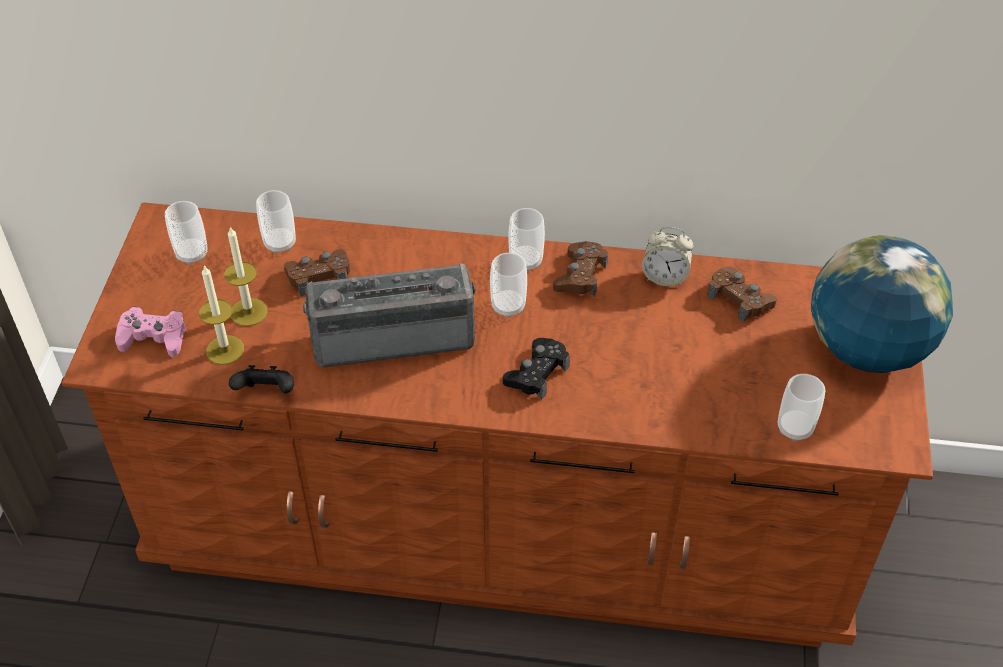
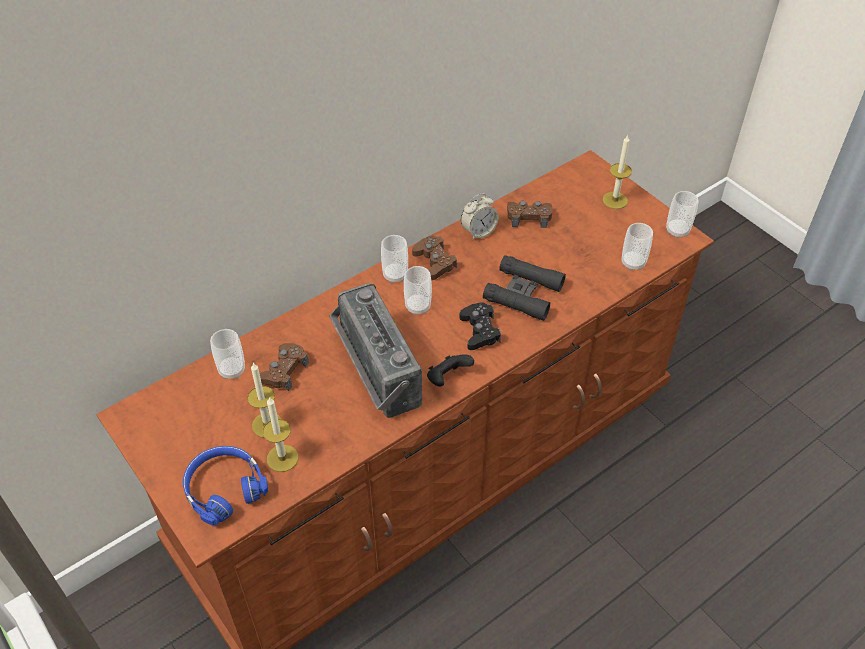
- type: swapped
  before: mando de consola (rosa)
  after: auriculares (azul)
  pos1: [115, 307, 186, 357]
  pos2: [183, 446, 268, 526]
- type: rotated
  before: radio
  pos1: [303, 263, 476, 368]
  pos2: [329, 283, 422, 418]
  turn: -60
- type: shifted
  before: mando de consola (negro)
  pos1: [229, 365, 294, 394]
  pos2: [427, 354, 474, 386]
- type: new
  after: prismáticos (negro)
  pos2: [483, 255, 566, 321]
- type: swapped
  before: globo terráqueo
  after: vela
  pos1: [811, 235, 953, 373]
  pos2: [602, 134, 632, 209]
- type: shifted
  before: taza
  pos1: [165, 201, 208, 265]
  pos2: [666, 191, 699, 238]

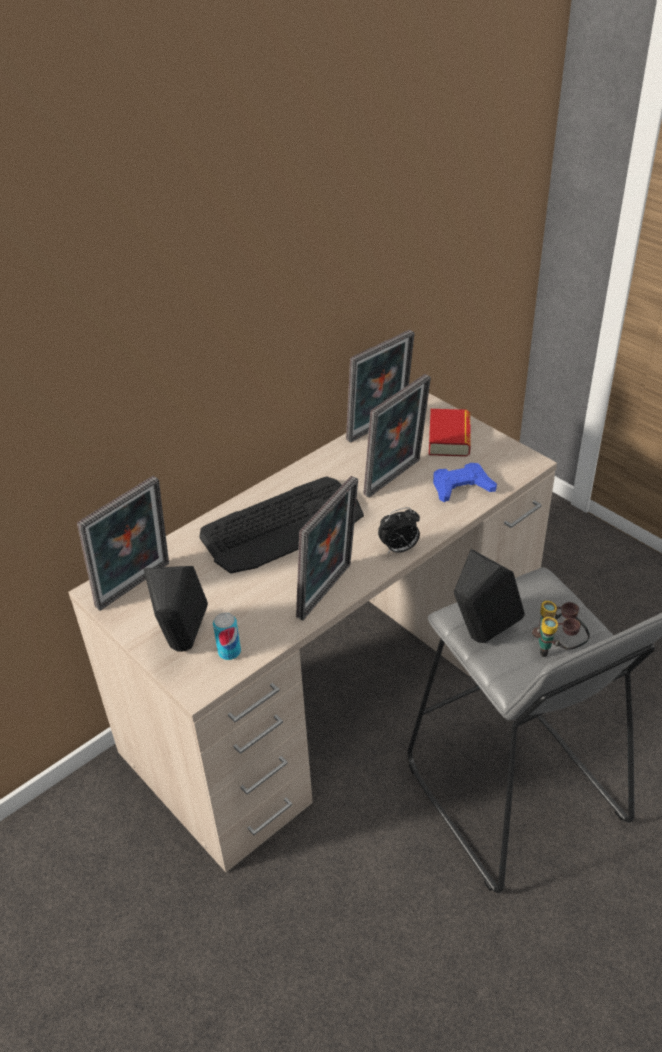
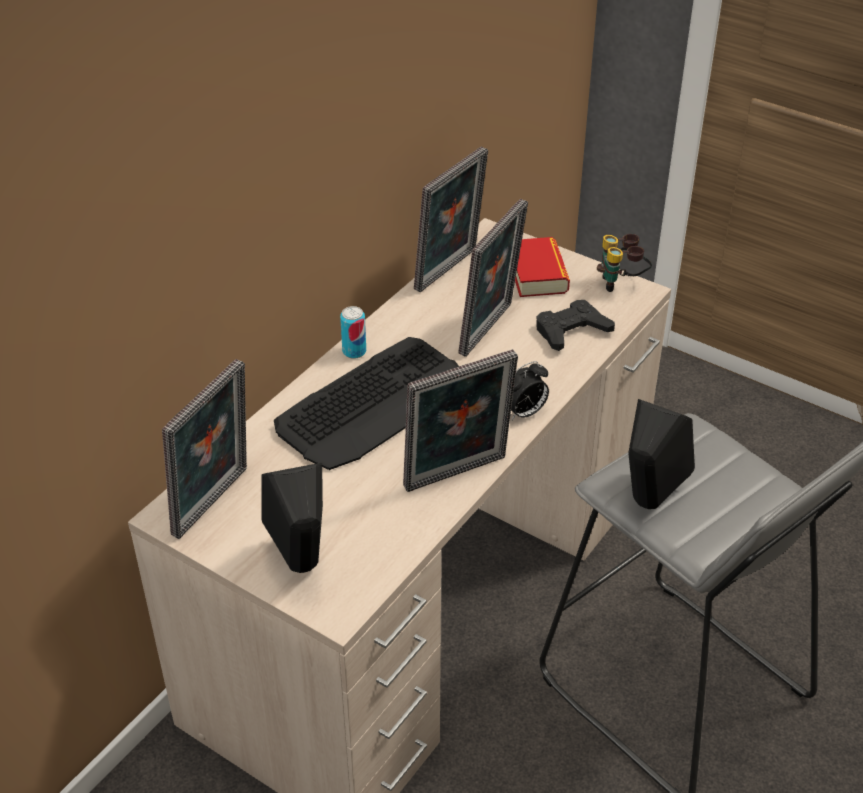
- type: shifted
  before: lata
  pos1: [213, 612, 241, 660]
  pos2: [340, 306, 366, 359]
- type: rotated
  before: portarretratos
  pos1: [296, 476, 358, 620]
  pos2: [403, 349, 518, 492]
  turn: 45
- type: repainted
  before: mando de consola (azul)
  after: mando de consola (negro)
  pos1: [433, 463, 497, 502]
  pos2: [536, 300, 615, 351]
- type: shifted
  before: prismáticos
  pos1: [532, 601, 590, 657]
  pos2: [597, 234, 652, 292]

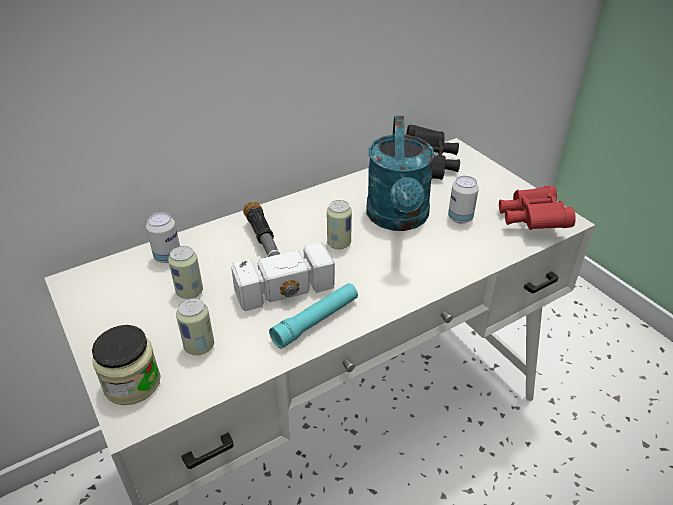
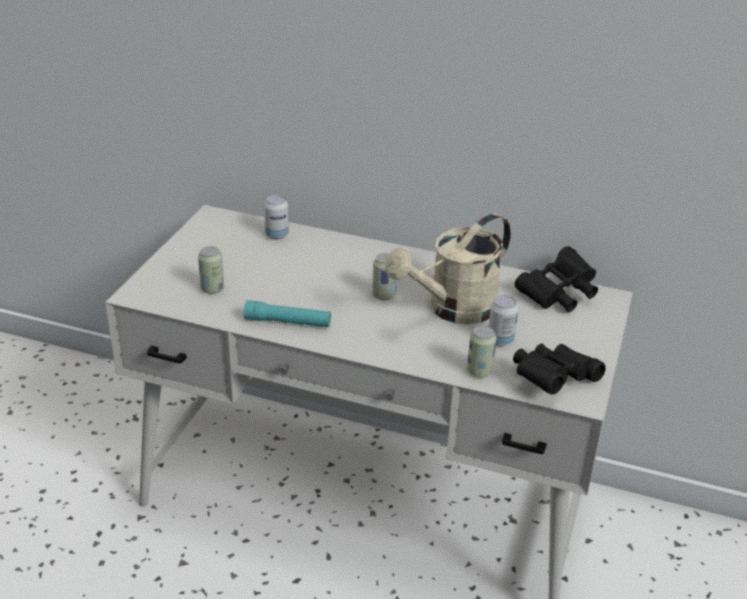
- type: repainted
  before: regadera (turquesa)
  after: regadera (beis)
  pos1: [367, 116, 435, 231]
  pos2: [385, 214, 511, 324]
- type: shifted
  before: lata
  pos1: [168, 246, 203, 299]
  pos2: [467, 326, 497, 378]
- type: repainted
  before: prismáticos (rojo)
  after: prismáticos (negro)
  pos1: [499, 186, 576, 230]
  pos2: [513, 344, 606, 395]
- type: gone
  before: tarro
  pos1: [92, 325, 161, 405]
- type: gone
  before: martillo
  pos1: [231, 202, 335, 311]

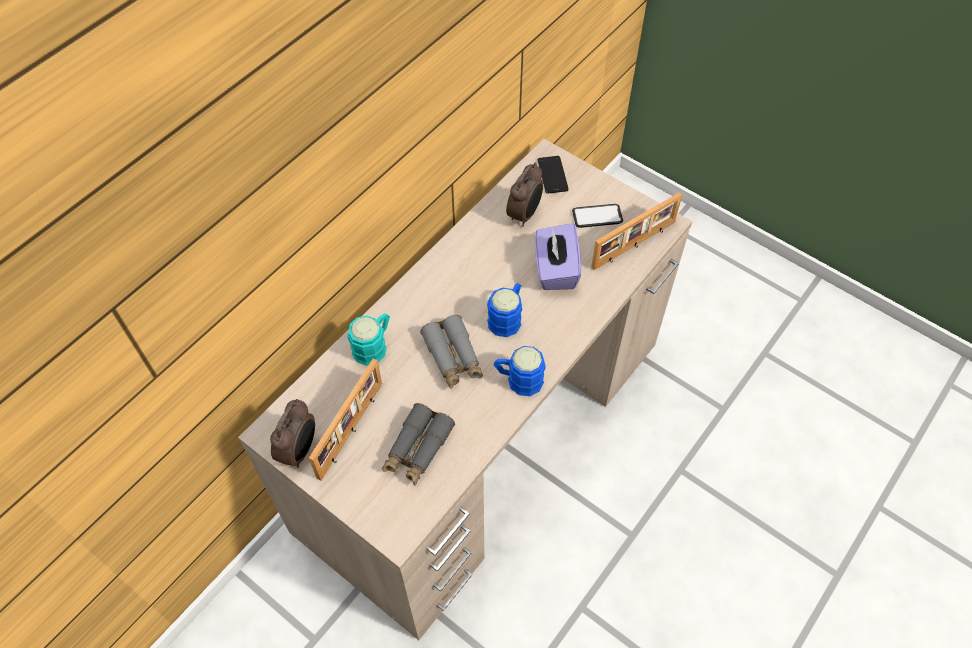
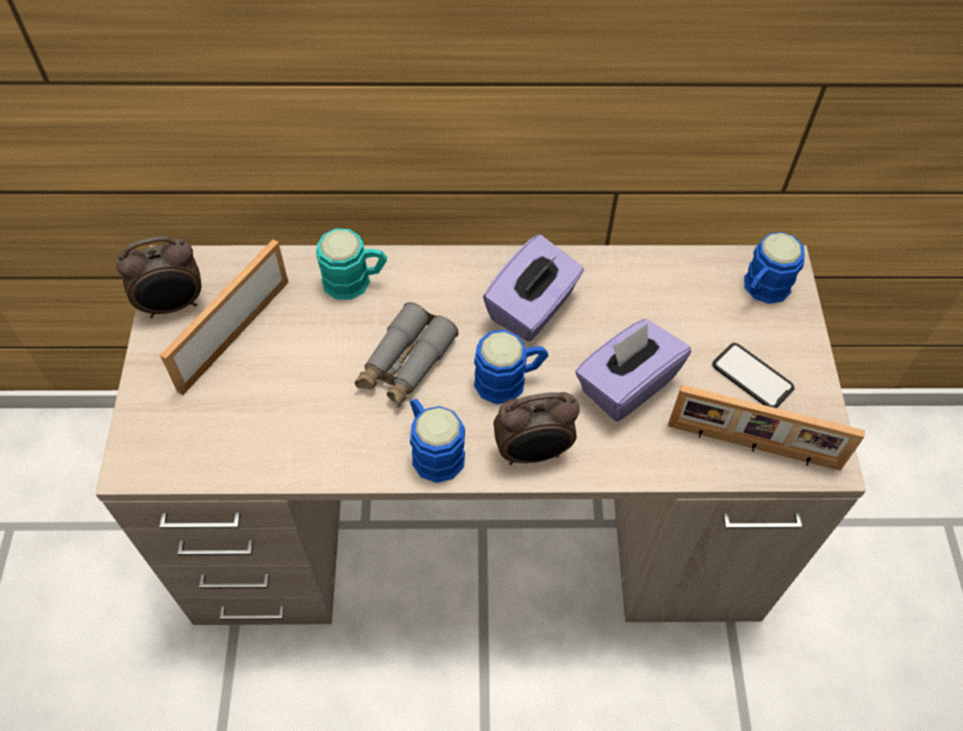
- type: rotated
  before: portarretratos
  pos1: [309, 358, 382, 481]
  pos2: [160, 239, 289, 395]
  turn: 135
- type: new
  after: caja de pañuelos (morado)
  pos2: [483, 234, 584, 341]
- type: shifted
  before: despertador
  pos1: [506, 162, 543, 227]
  pos2: [493, 392, 580, 465]
- type: swapped
  before: móvil
  after: taza grande (azul)
  pos1: [538, 156, 569, 194]
  pos2: [744, 232, 805, 304]
- type: gone
  before: prismáticos (gris)
  pos1: [382, 403, 455, 486]

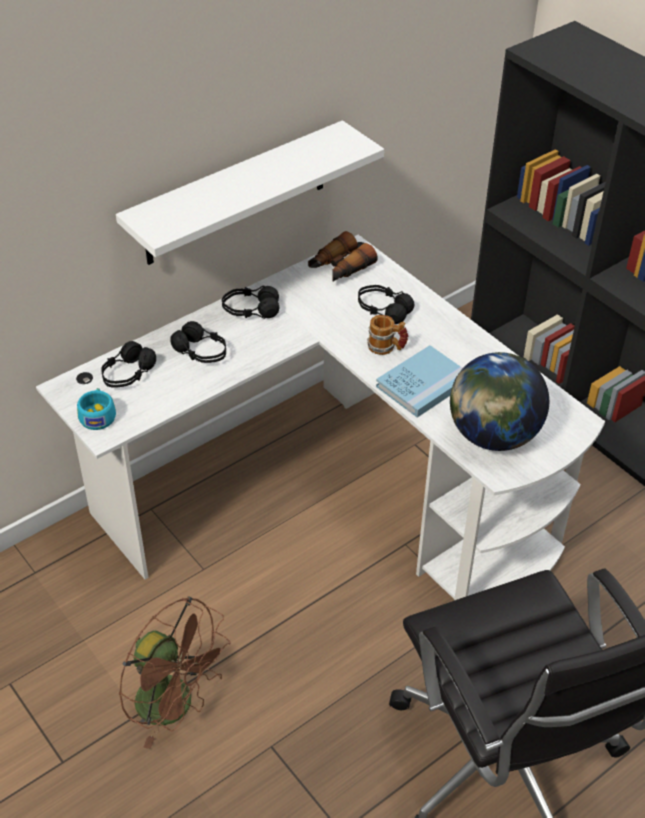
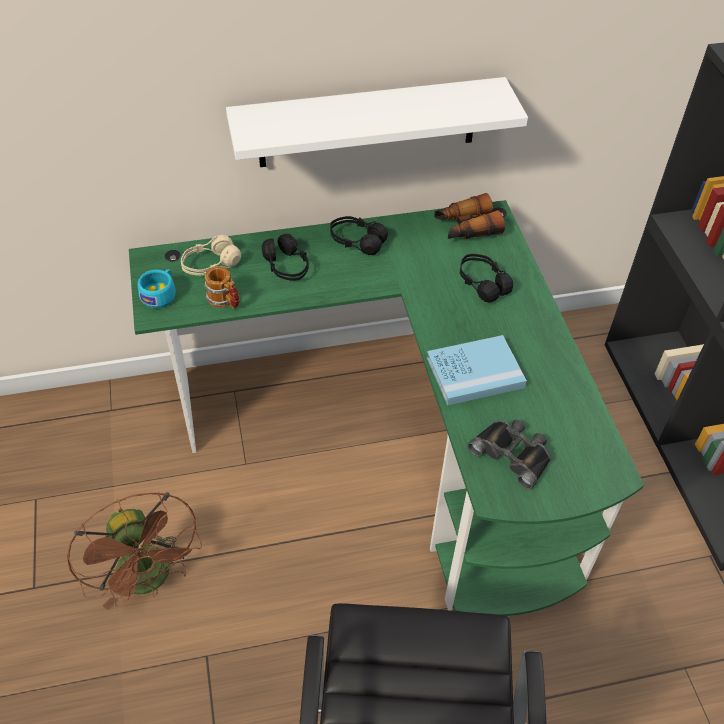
- type: repainted
  before: escritorio (blanco)
  after: escritorio (verde)
  pos1: [36, 234, 605, 600]
  pos2: [129, 200, 644, 616]
- type: repainted
  before: auriculares (negro)
  after: auriculares (beis)
  pos1: [101, 341, 156, 388]
  pos2: [181, 235, 241, 276]
- type: shifted
  before: taza grande
  pos1: [367, 315, 408, 355]
  pos2: [204, 266, 240, 309]
- type: swapped
  before: globo terráqueo
  after: prismáticos (negro)
  pos1: [450, 352, 549, 451]
  pos2: [467, 420, 551, 490]

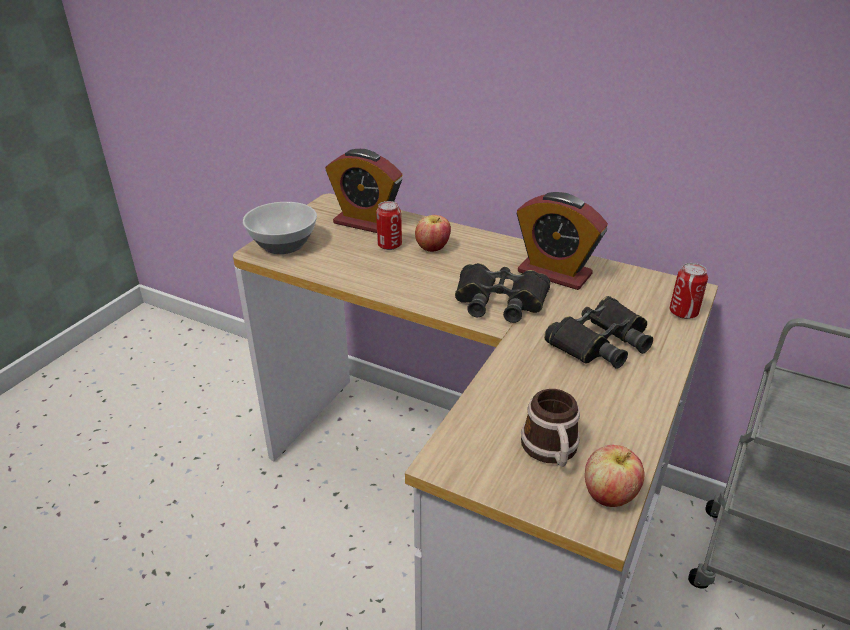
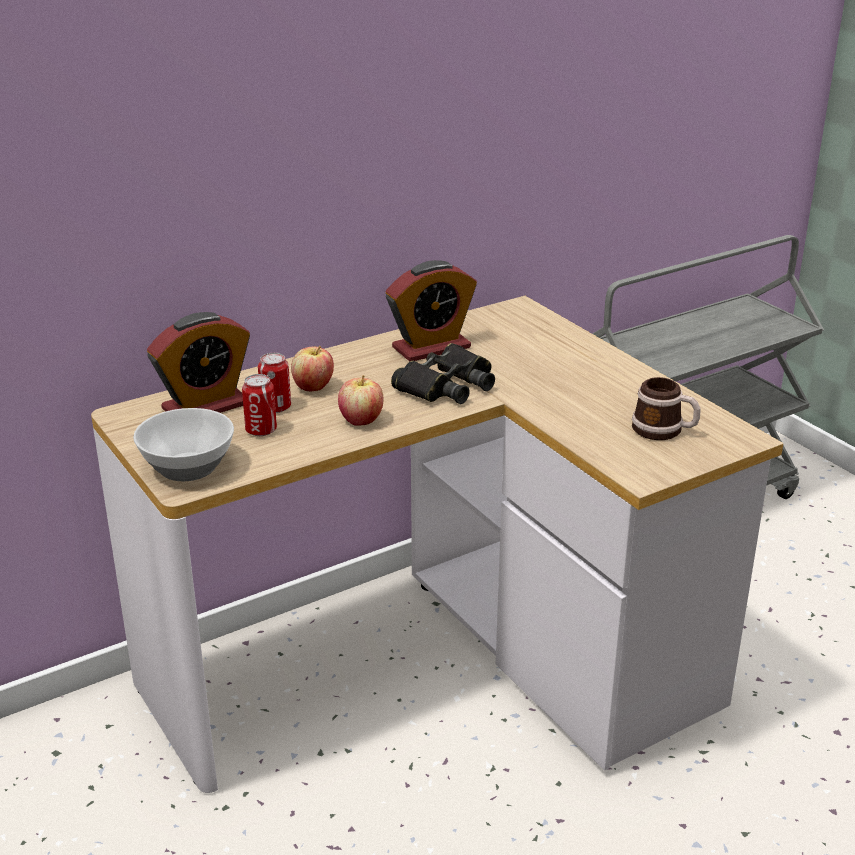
- type: shifted
  before: lata
  pos1: [669, 263, 708, 319]
  pos2: [242, 374, 277, 436]
- type: shifted
  before: manzana
  pos1: [585, 445, 644, 507]
  pos2: [338, 375, 384, 426]
- type: gone
  before: prismáticos (negro)
  pos1: [544, 296, 653, 369]

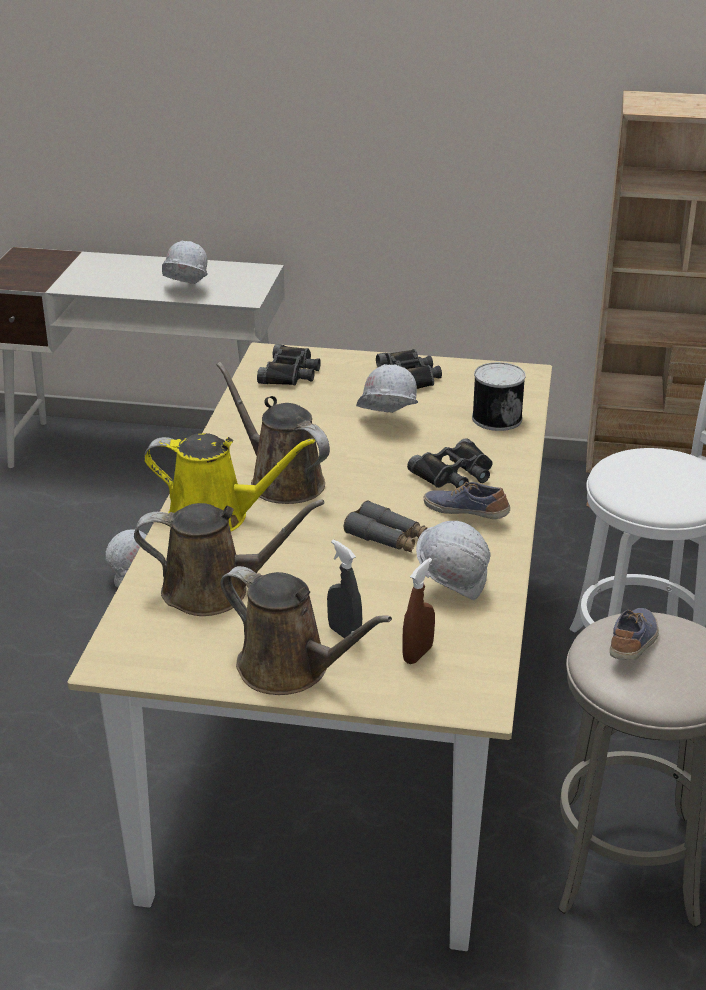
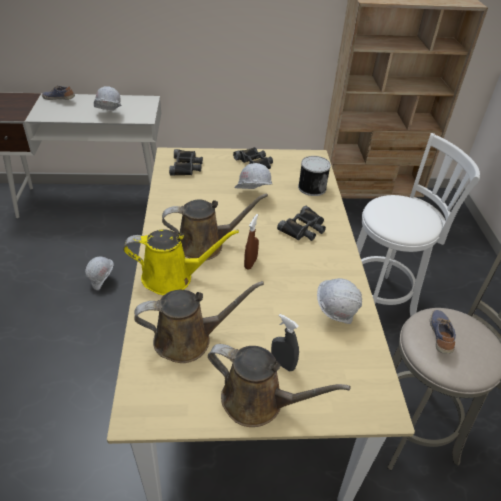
- type: shifted
  before: zapato
  pos1: [424, 482, 510, 519]
  pos2: [42, 86, 75, 100]
- type: rotated
  before: regadera (marrón)
  pos1: [217, 362, 330, 504]
  pos2: [162, 194, 268, 261]
  turn: 135
- type: shifted
  before: pulverizador (marrón)
  pos1: [402, 558, 435, 664]
  pos2: [244, 214, 259, 270]
- type: gone
  before: prismáticos (gris)
  pos1: [344, 500, 428, 553]

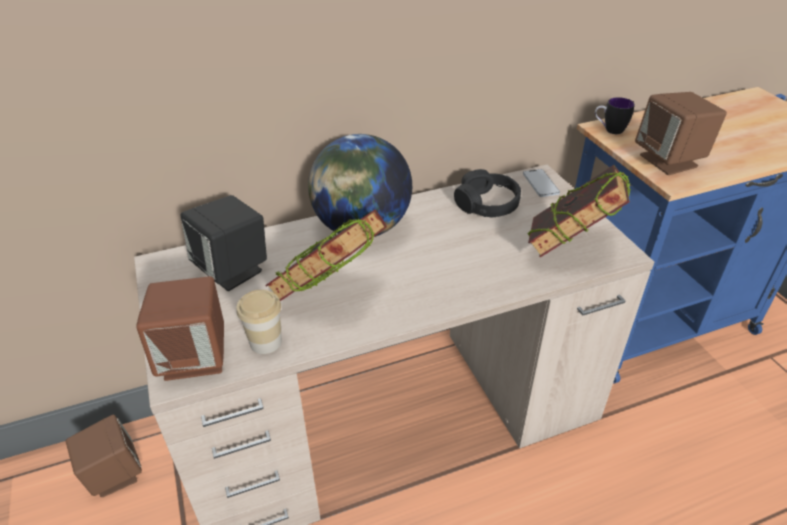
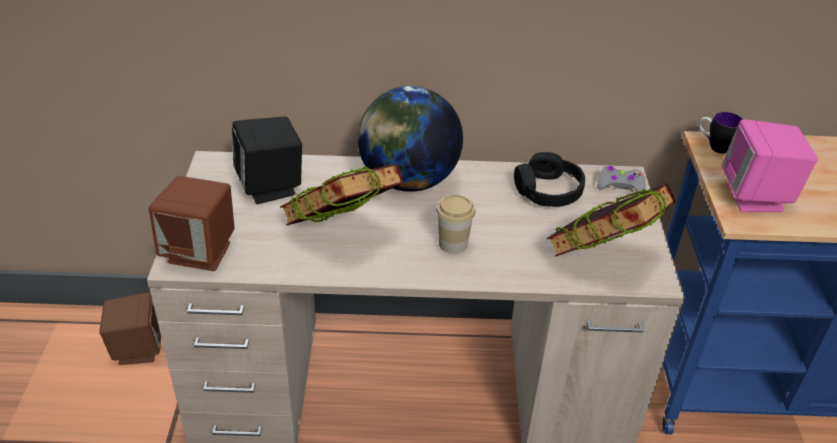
- type: shifted
  before: taza
  pos1: [236, 290, 282, 354]
  pos2: [436, 195, 476, 254]
- type: swapped
  before: móvil
  after: mando de consola (gris)
  pos1: [523, 169, 560, 197]
  pos2: [597, 166, 646, 194]
- type: repainted
  before: altavoz (marrón)
  after: altavoz (rosa)
  pos1: [635, 92, 727, 175]
  pos2: [721, 119, 818, 212]

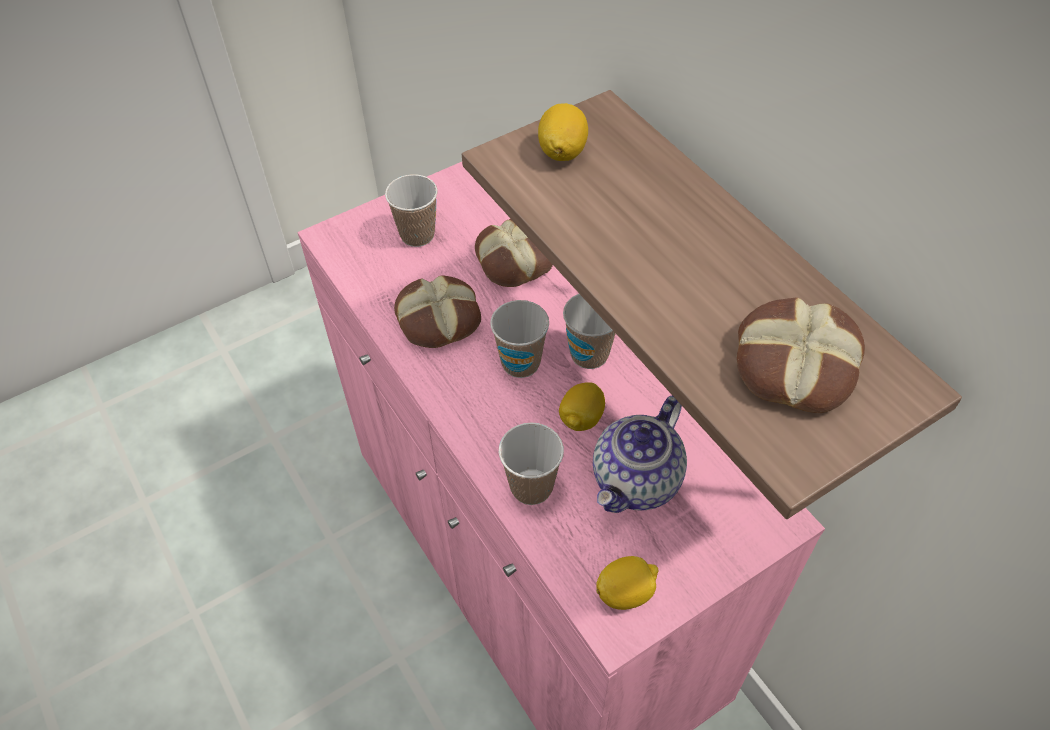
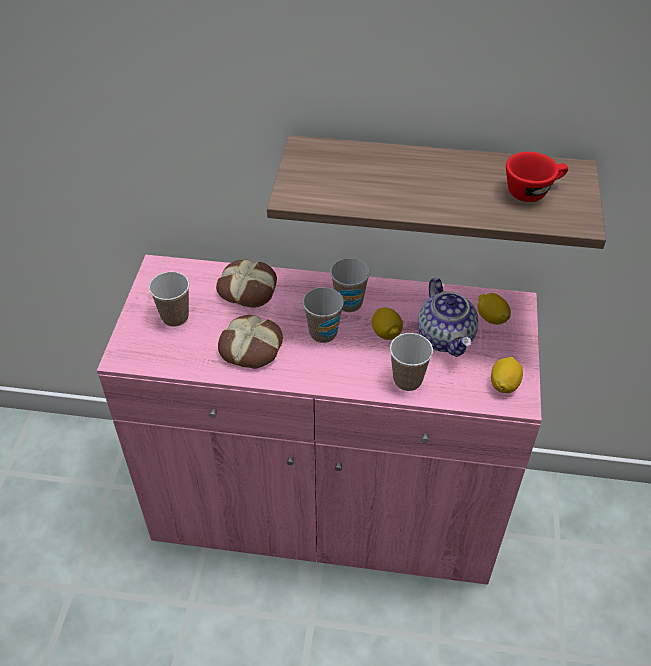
- type: shifted
  before: limón
  pos1: [538, 103, 588, 161]
  pos2: [477, 293, 511, 325]
- type: swapped
  before: pan
  after: taza (rojo)
  pos1: [736, 297, 865, 413]
  pos2: [506, 152, 568, 202]

